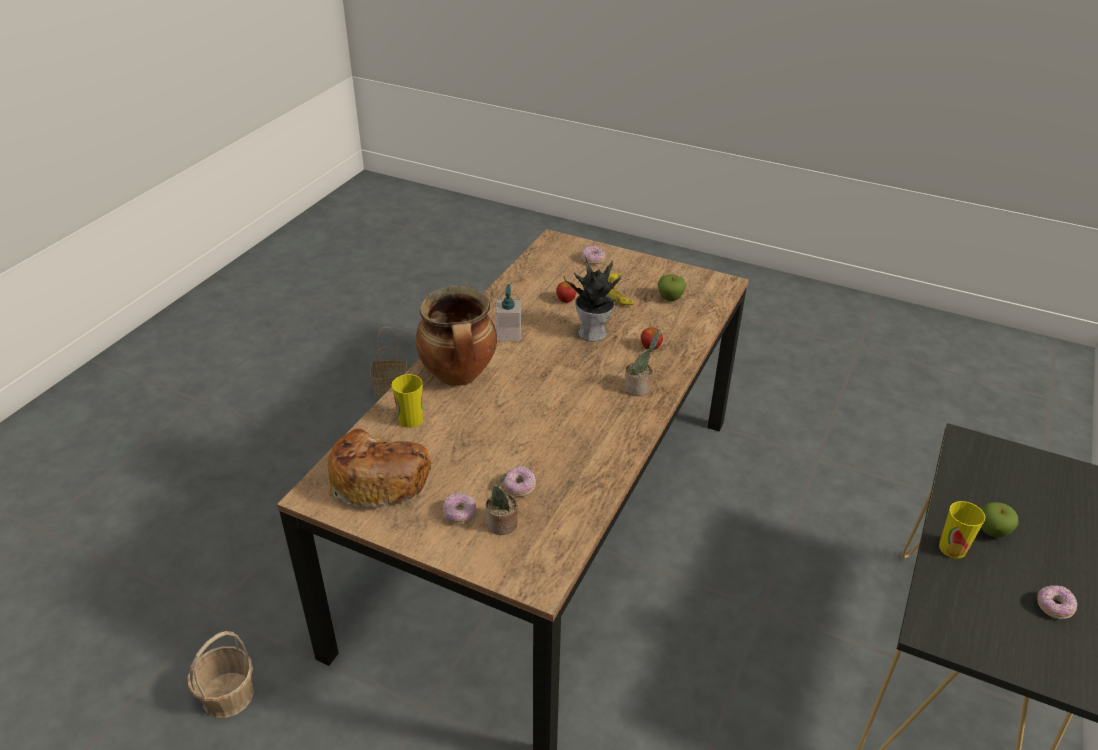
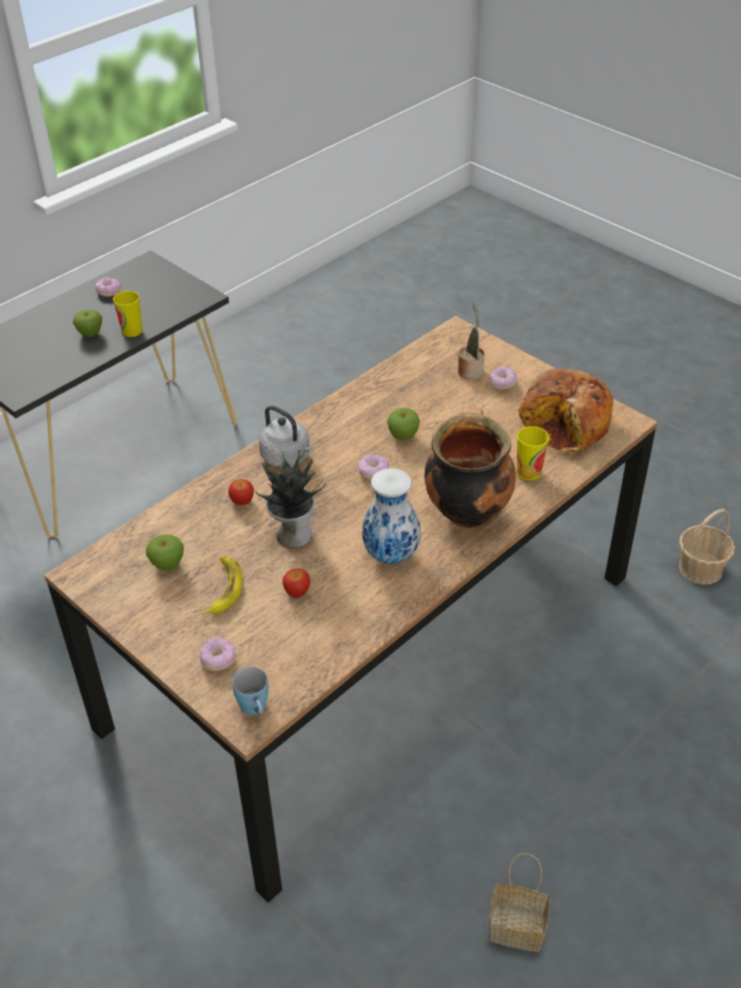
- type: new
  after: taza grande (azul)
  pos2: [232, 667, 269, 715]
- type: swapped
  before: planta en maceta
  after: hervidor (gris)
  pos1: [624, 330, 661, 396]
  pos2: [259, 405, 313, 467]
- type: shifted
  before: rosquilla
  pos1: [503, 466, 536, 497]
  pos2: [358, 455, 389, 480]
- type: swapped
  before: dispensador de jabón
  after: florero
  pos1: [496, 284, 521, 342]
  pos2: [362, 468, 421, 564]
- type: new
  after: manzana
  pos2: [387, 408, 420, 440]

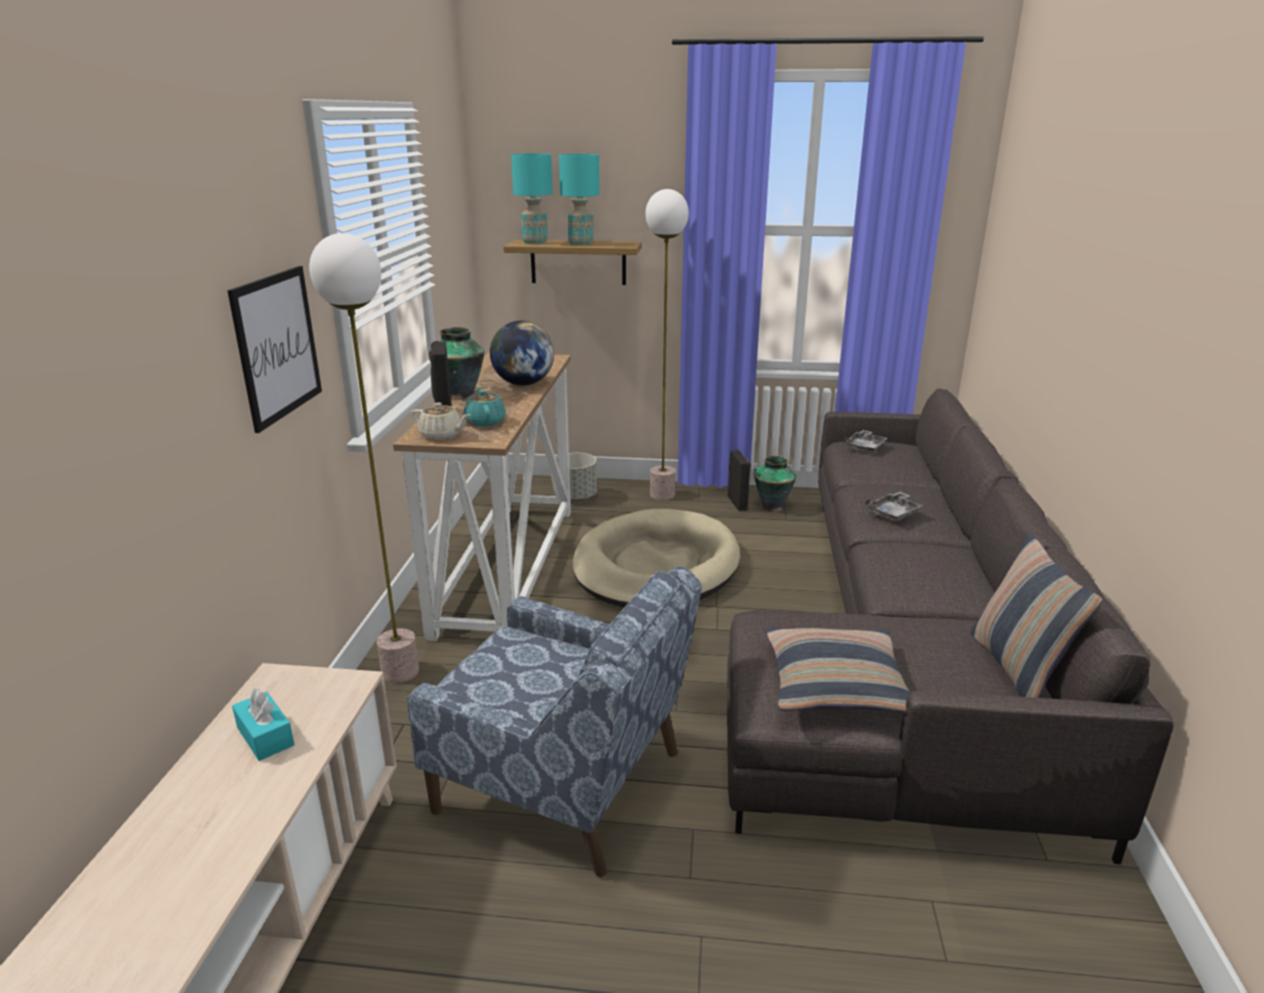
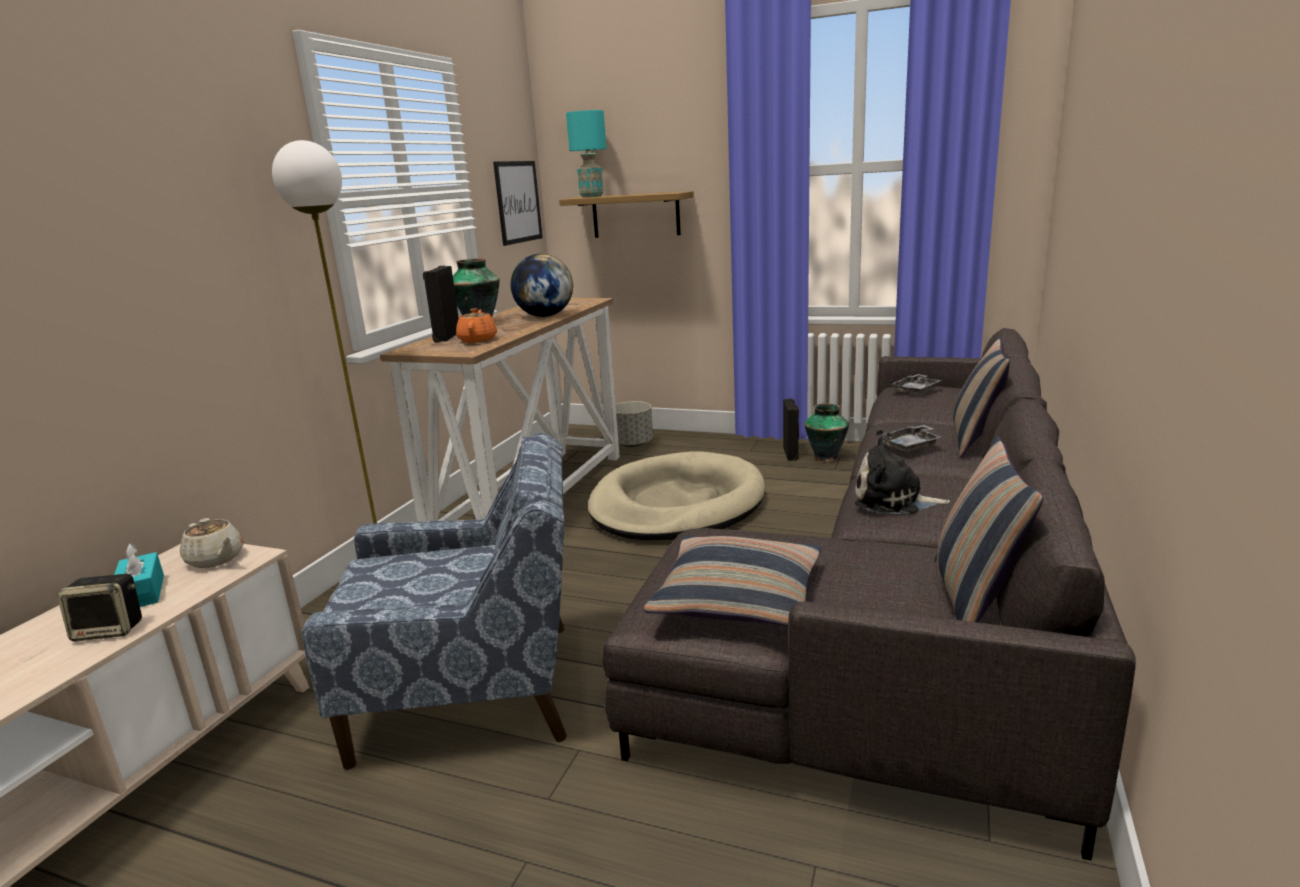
- type: new
  after: altavoz
  pos2: [57, 574, 142, 642]
- type: shifted
  before: tetera (beis)
  pos1: [411, 402, 470, 441]
  pos2: [180, 518, 243, 568]
- type: rotated
  before: sillón (azul)
  pos1: [407, 566, 702, 877]
  pos2: [301, 433, 567, 770]
  turn: -45
- type: repainted
  before: tetera (turquesa)
  after: tetera (naranja)
  pos1: [463, 387, 505, 427]
  pos2: [456, 308, 497, 343]
- type: shifted
  before: cuadro
  pos1: [227, 266, 322, 433]
  pos2: [493, 161, 543, 246]
- type: new
  after: peluche
  pos2: [855, 437, 950, 514]
- type: new
  after: cojín
  pos2: [953, 337, 1010, 457]
- type: gone
  before: lámpara de mesa (turquesa)
  pos1: [559, 154, 600, 246]
- type: gone
  before: lámpara de pie
  pos1: [645, 189, 689, 500]

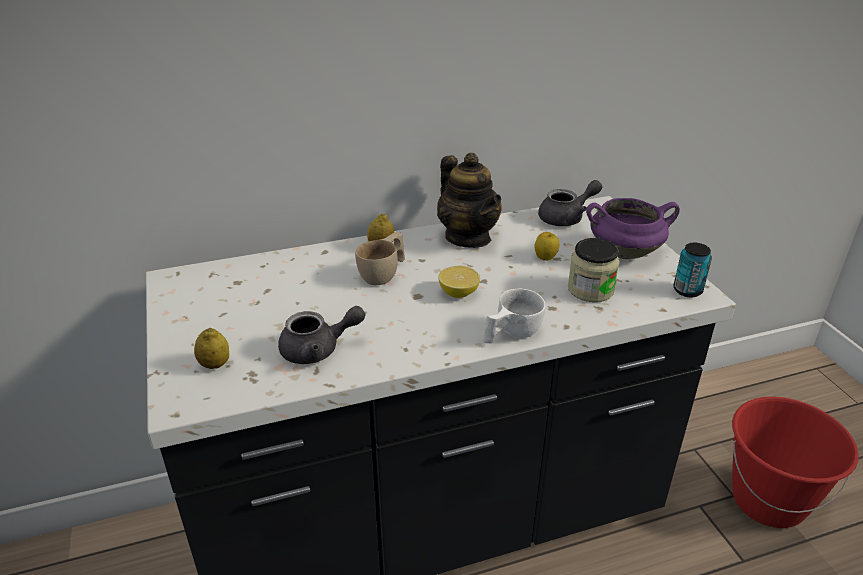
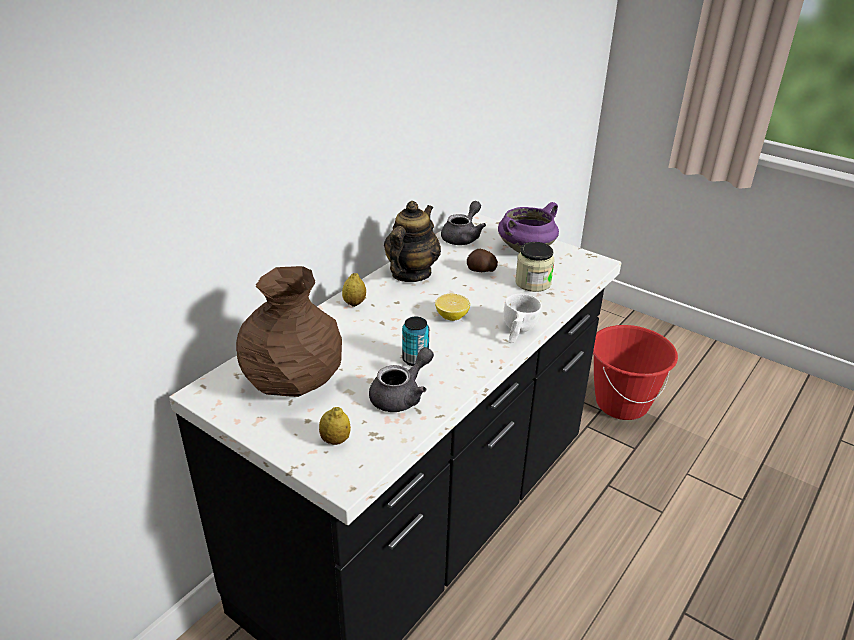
- type: new
  after: florero (marrón)
  pos2: [236, 266, 342, 397]
- type: rotated
  before: tetera
  pos1: [437, 153, 501, 248]
  pos2: [384, 201, 441, 282]
  turn: -90
- type: shifted
  before: lata
  pos1: [673, 243, 712, 297]
  pos2: [402, 317, 429, 366]
- type: swapped
  before: manzana
  after: patata
  pos1: [534, 232, 559, 261]
  pos2: [467, 249, 498, 272]
- type: gone
  before: taza (beis)
  pos1: [355, 232, 405, 285]

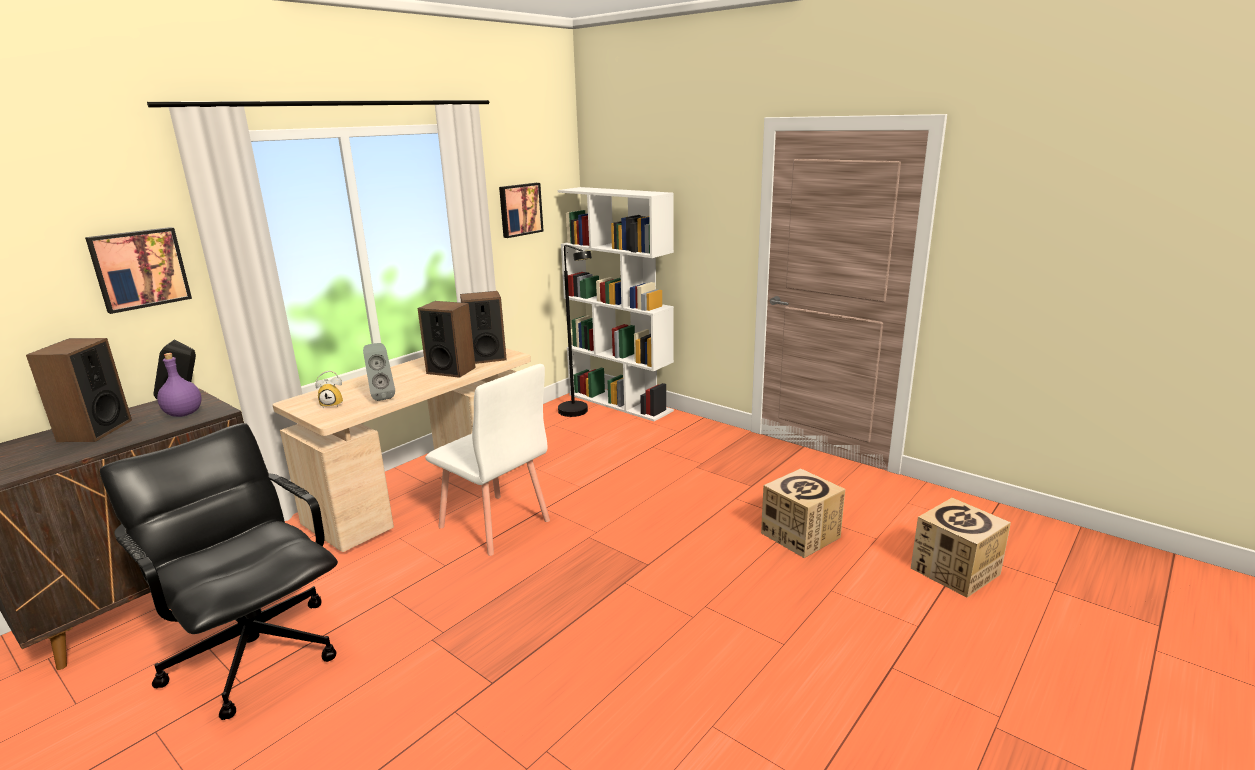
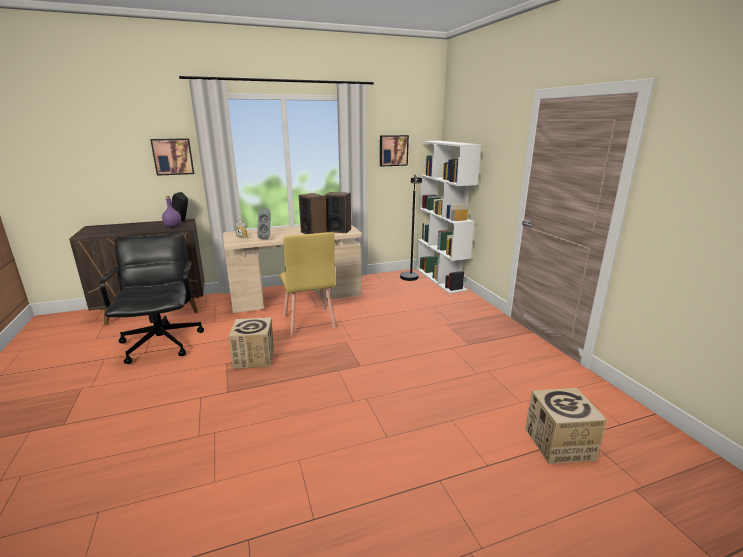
- type: shifted
  before: caja de cartón
  pos1: [761, 468, 845, 558]
  pos2: [228, 317, 274, 369]
- type: repainted
  before: silla (blanco)
  after: silla (amarillo)
  pos1: [425, 364, 550, 556]
  pos2: [280, 232, 337, 335]
- type: gone
  before: altavoz
  pos1: [26, 338, 132, 442]

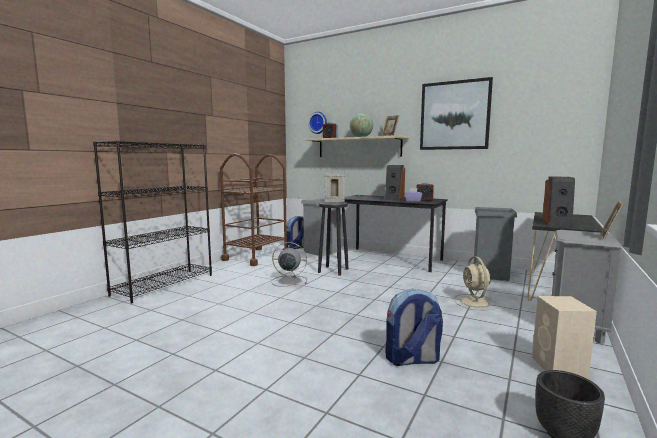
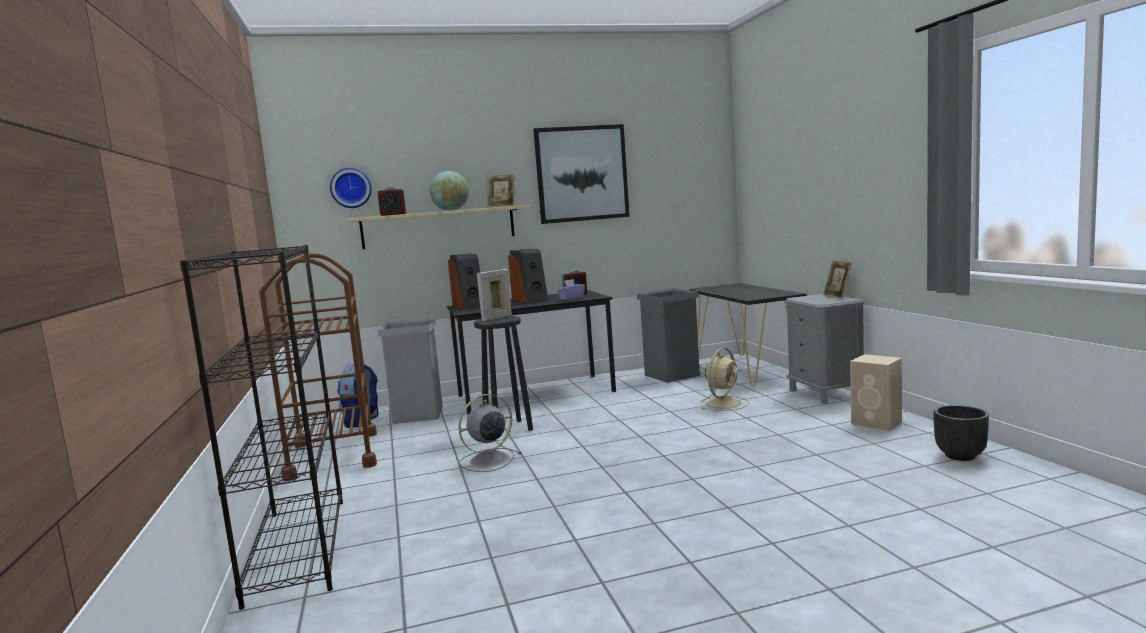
- type: shifted
  before: altavoz
  pos1: [542, 176, 575, 227]
  pos2: [448, 253, 480, 310]
- type: rotated
  before: ventilador (beis)
  pos1: [454, 256, 499, 310]
  pos2: [700, 348, 749, 411]
  turn: -90
- type: gone
  before: mochila
  pos1: [385, 289, 443, 366]

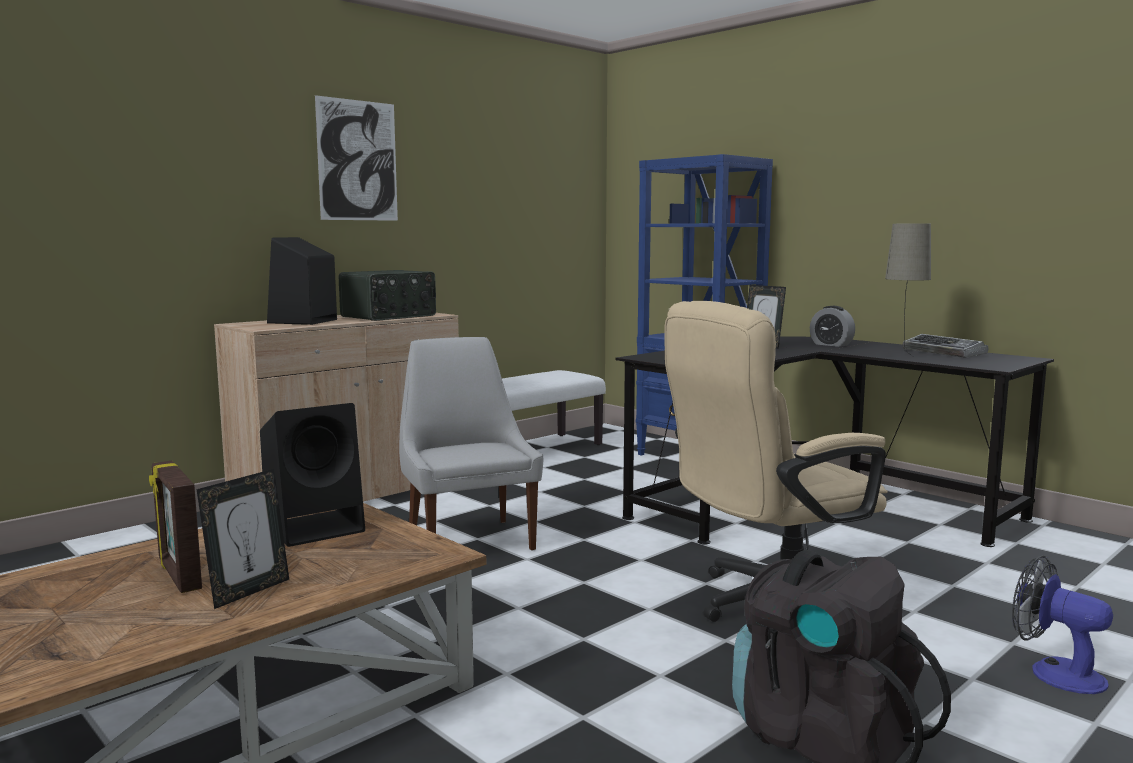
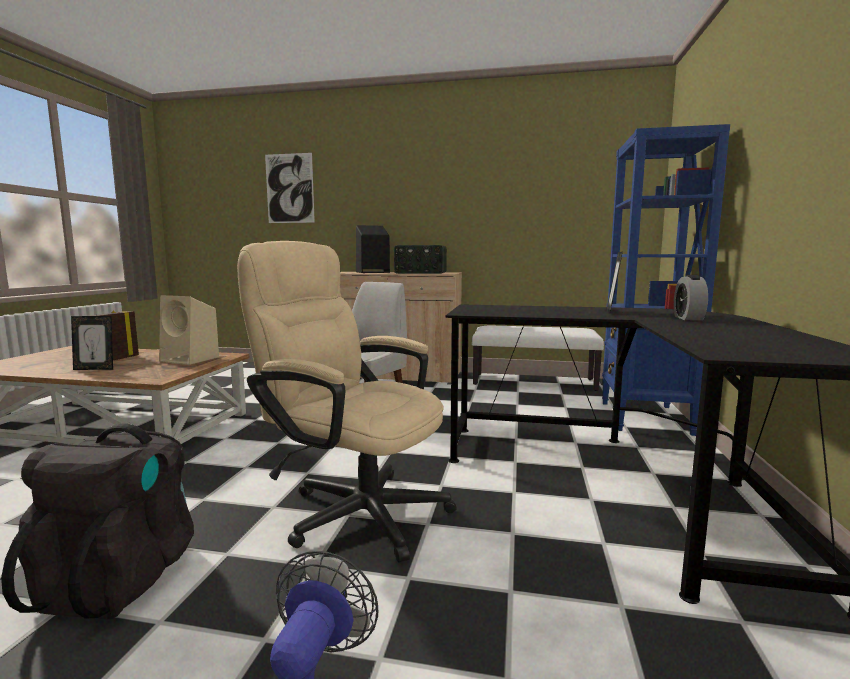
- type: repainted
  before: altavoz (negro)
  after: altavoz (beis)
  pos1: [260, 403, 365, 547]
  pos2: [159, 295, 219, 365]
- type: shifted
  before: cuadro
  pos1: [315, 95, 398, 221]
  pos2: [265, 153, 315, 223]
- type: gone
  before: lámpara de mesa (beis)
  pos1: [885, 223, 931, 356]
- type: gone
  before: teclado
  pos1: [903, 334, 988, 358]

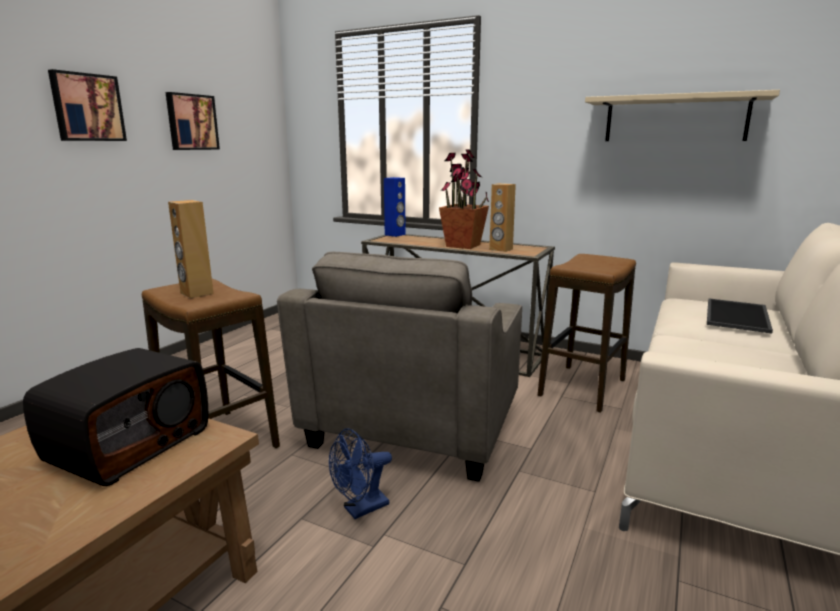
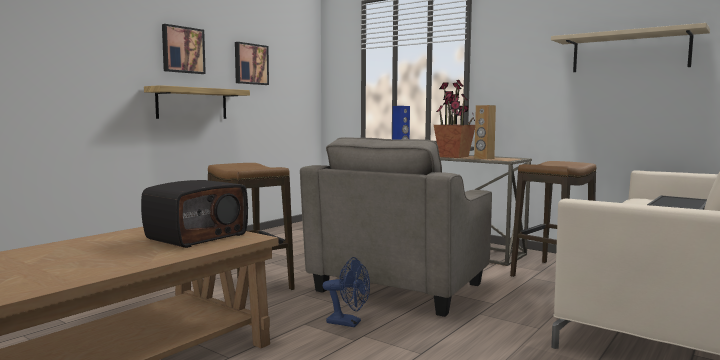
- type: new
  after: estante
  pos2: [144, 85, 250, 119]
- type: rotated
  before: ventilador (azul)
  pos1: [329, 428, 392, 519]
  pos2: [323, 257, 370, 327]
  turn: -135
- type: gone
  before: altavoz (marrón)
  pos1: [168, 200, 214, 298]

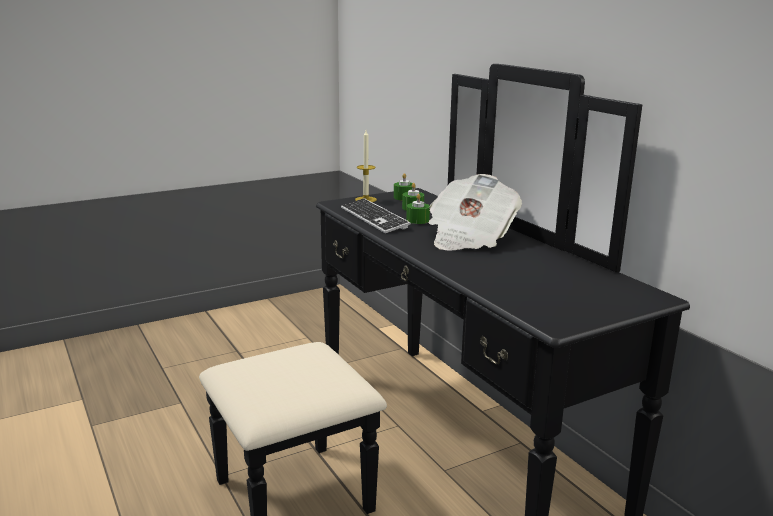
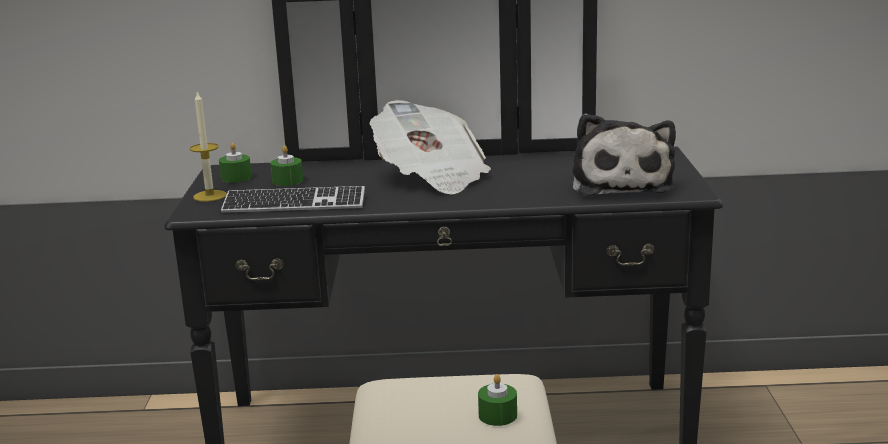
- type: shifted
  before: vela (verde)
  pos1: [406, 194, 430, 224]
  pos2: [478, 374, 517, 426]
- type: new
  after: peluche
  pos2: [573, 113, 676, 196]

